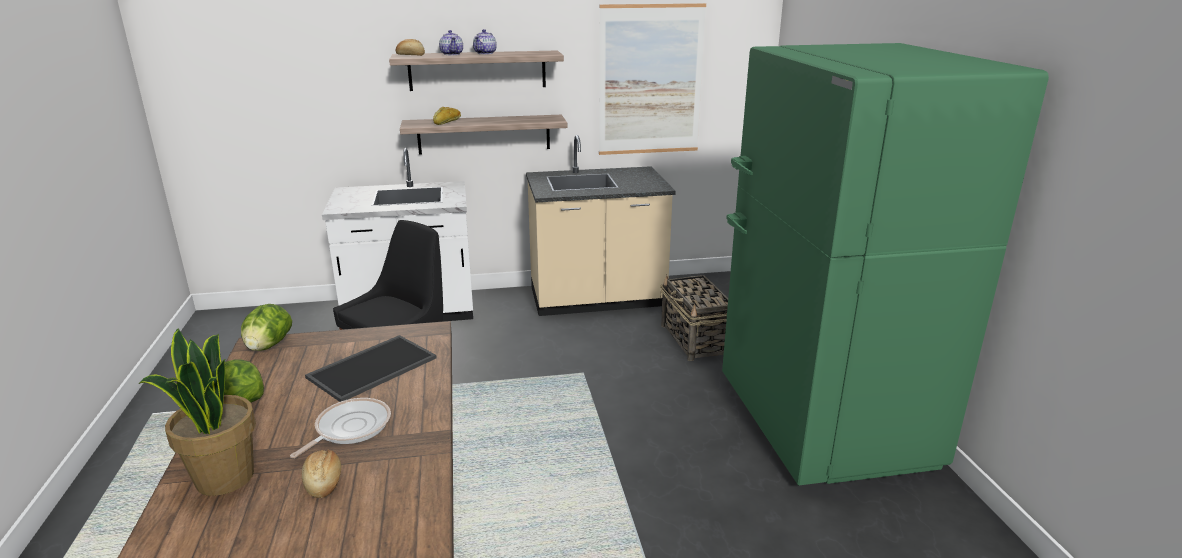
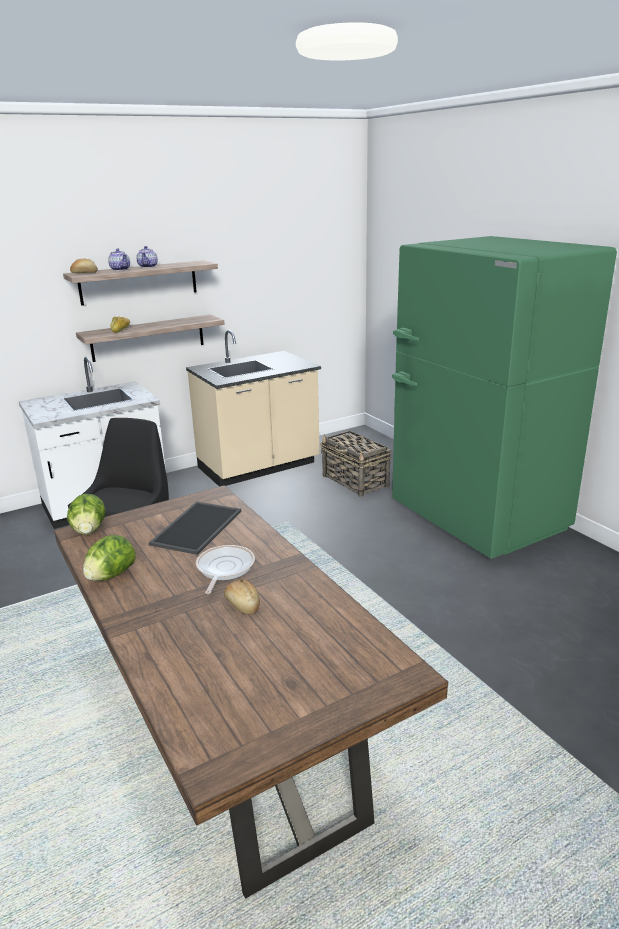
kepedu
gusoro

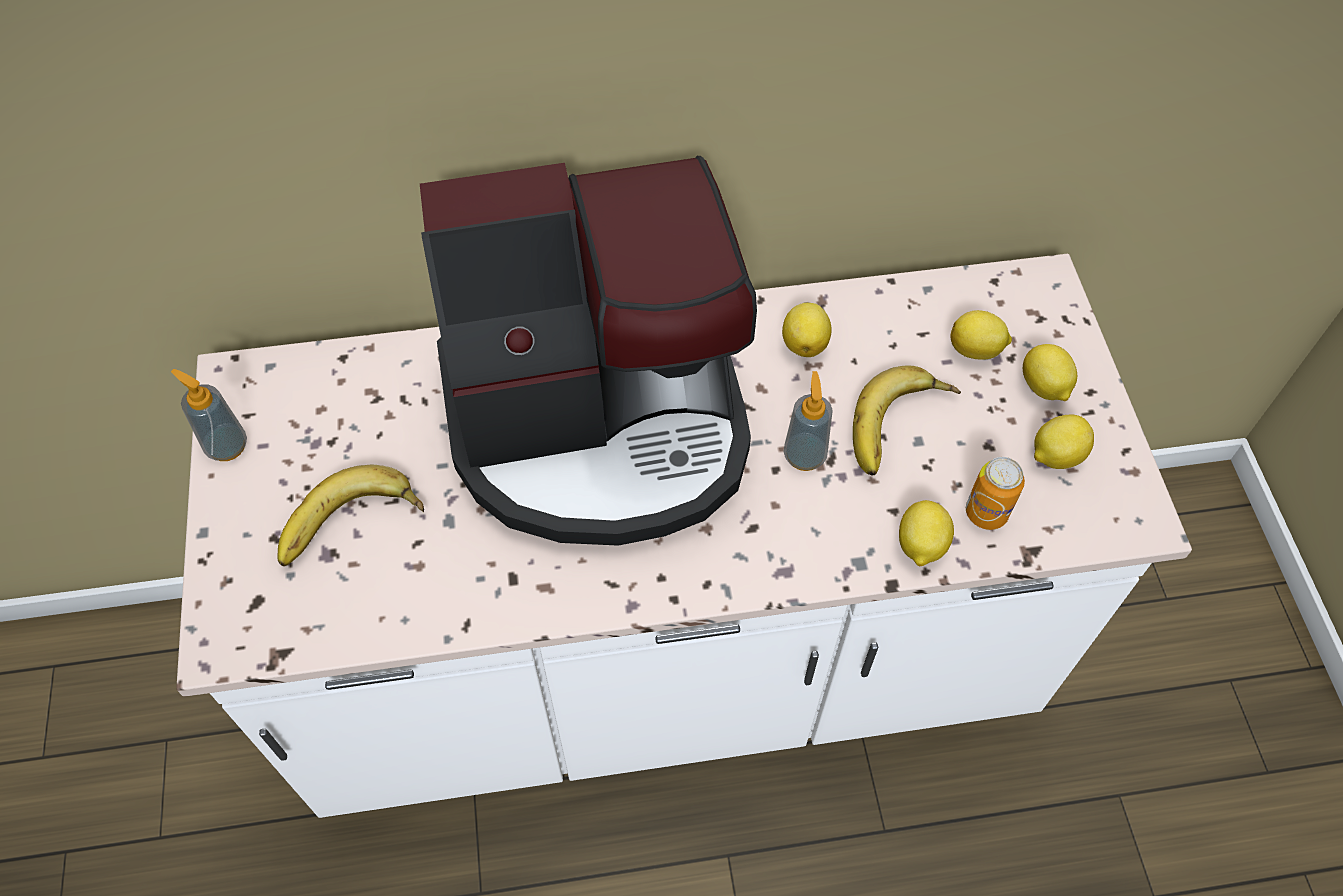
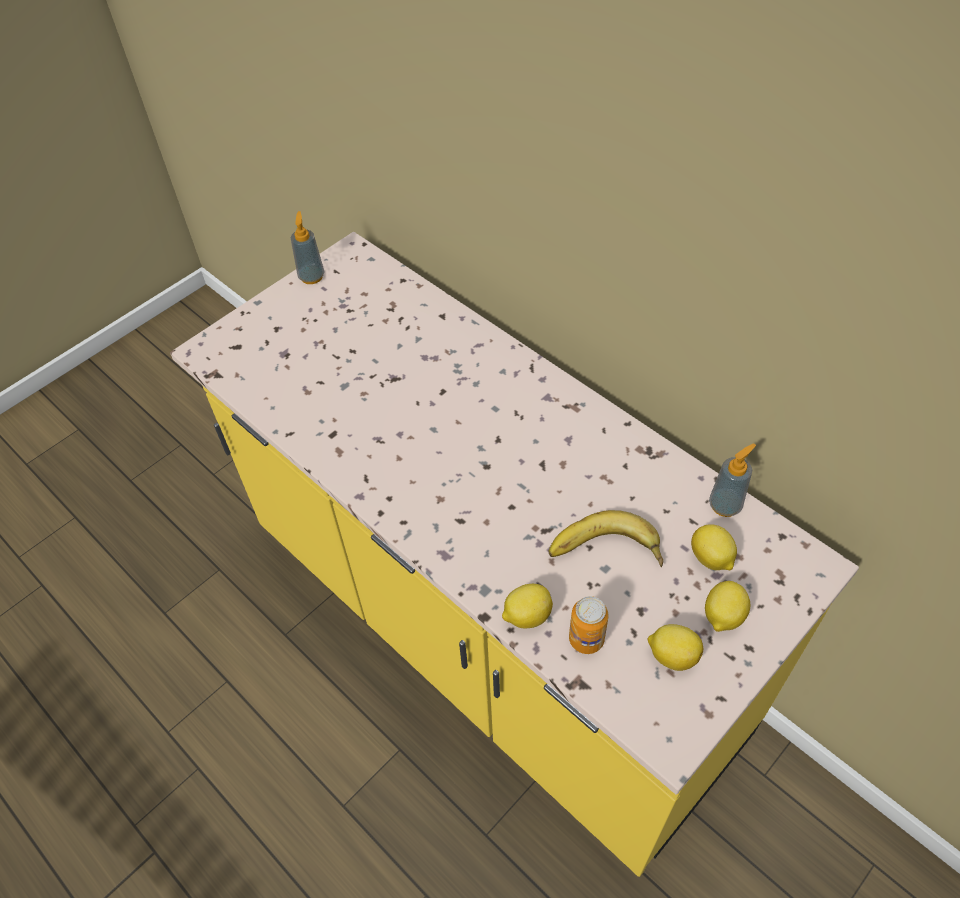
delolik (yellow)
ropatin (2nd from left)
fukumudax (1st from left in the first image)
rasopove
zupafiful (1st from left in the first image)

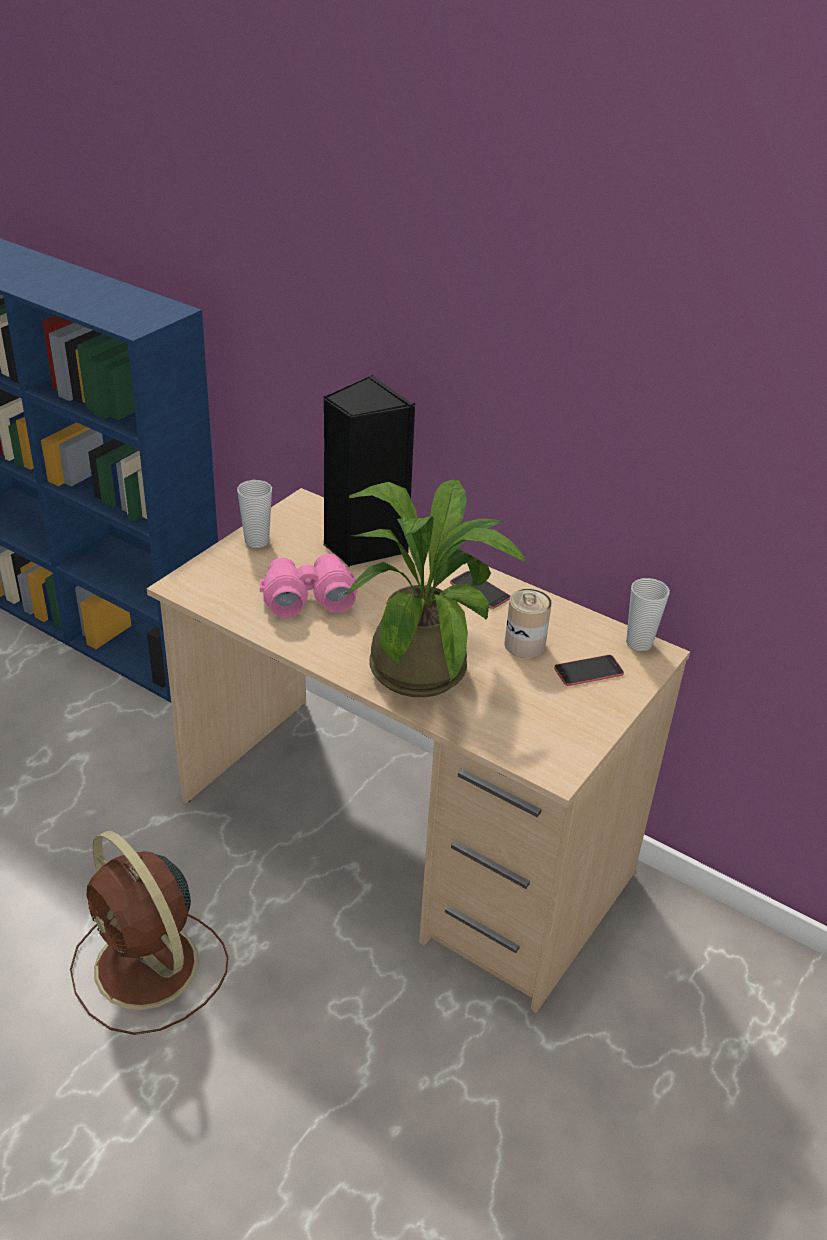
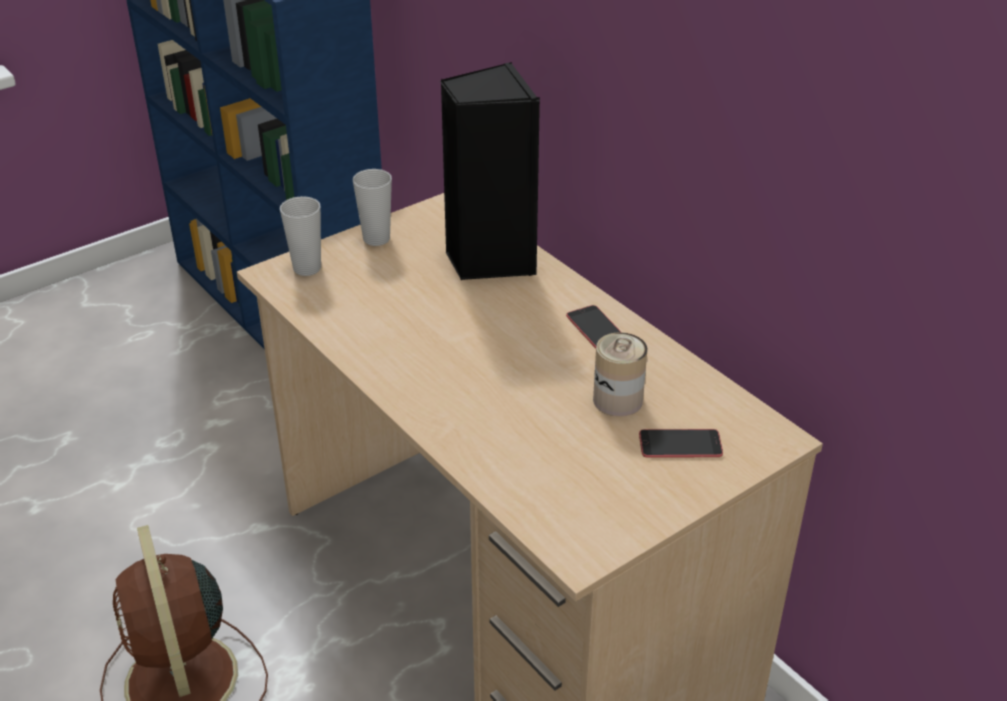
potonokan (1st from left)
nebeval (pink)
kepedu

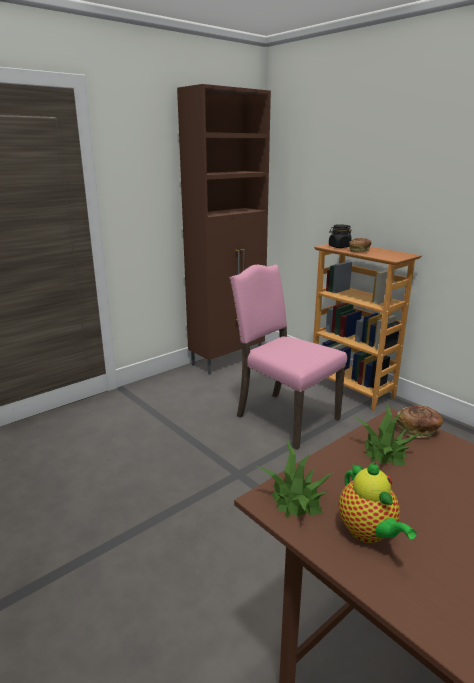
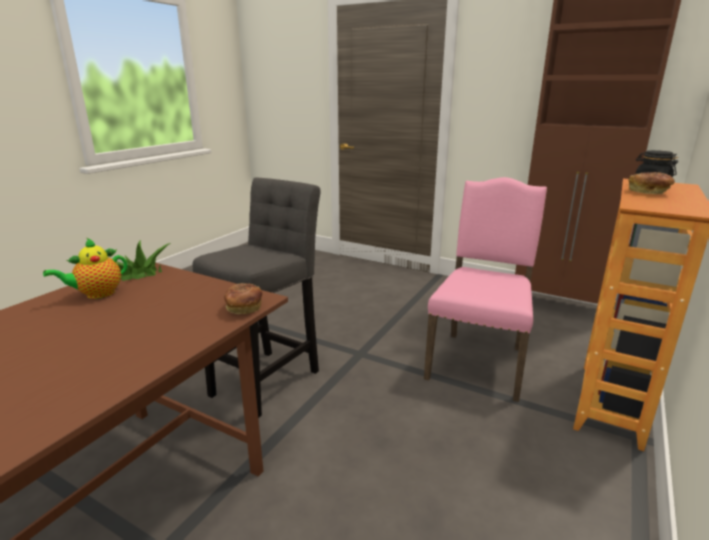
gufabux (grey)
kepedu (2nd from left in the first image)

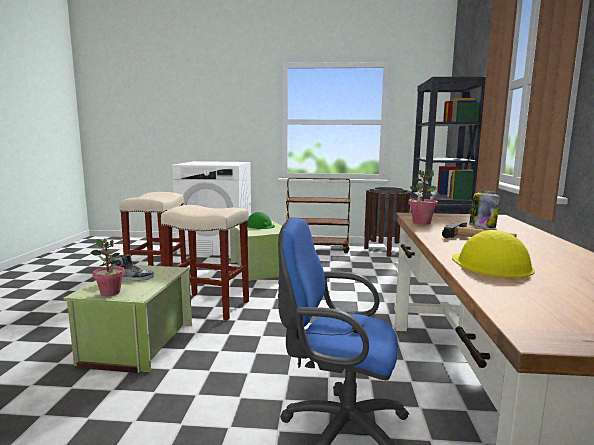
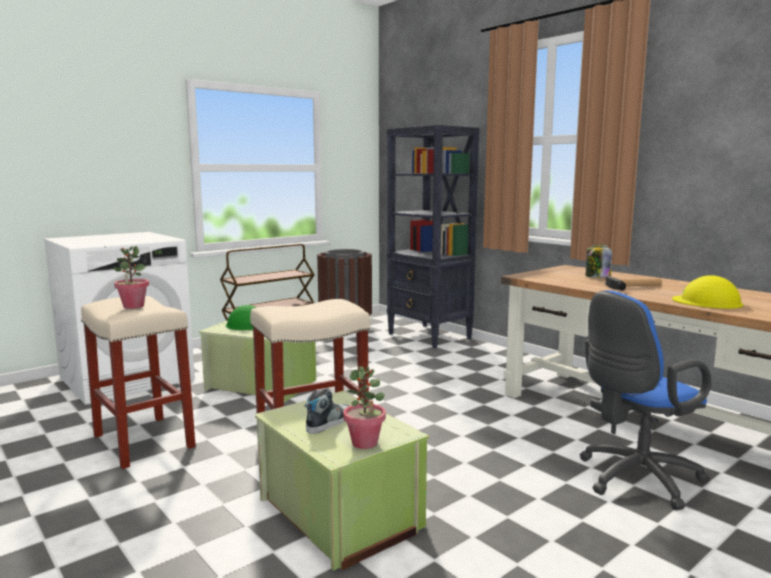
kepedu (1st from left)

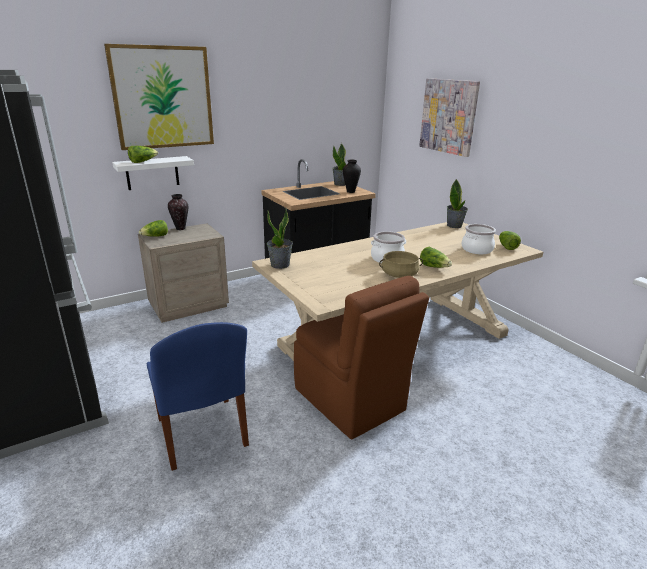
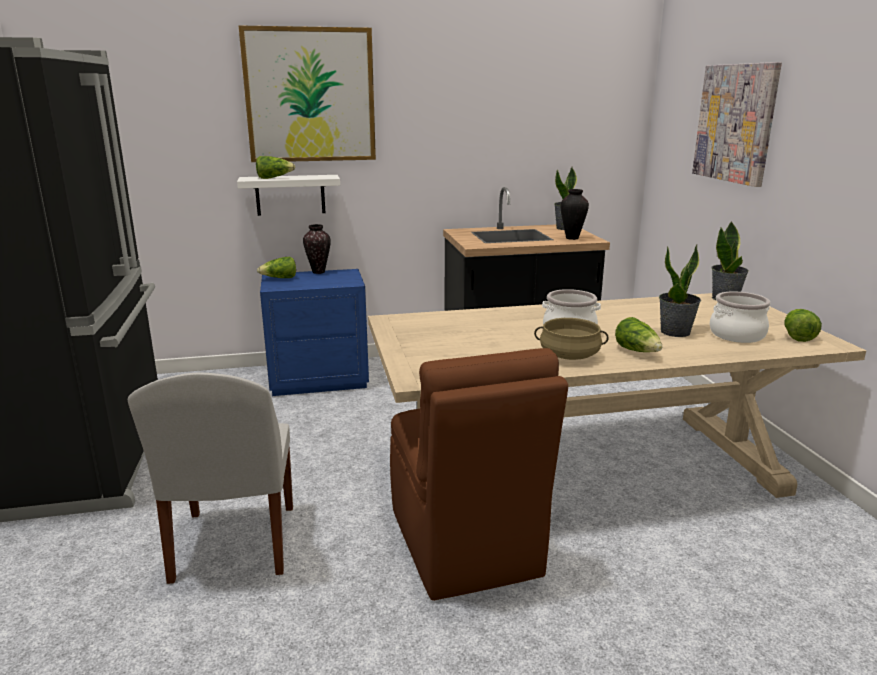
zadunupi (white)
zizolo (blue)
kepedu (2nd from left)

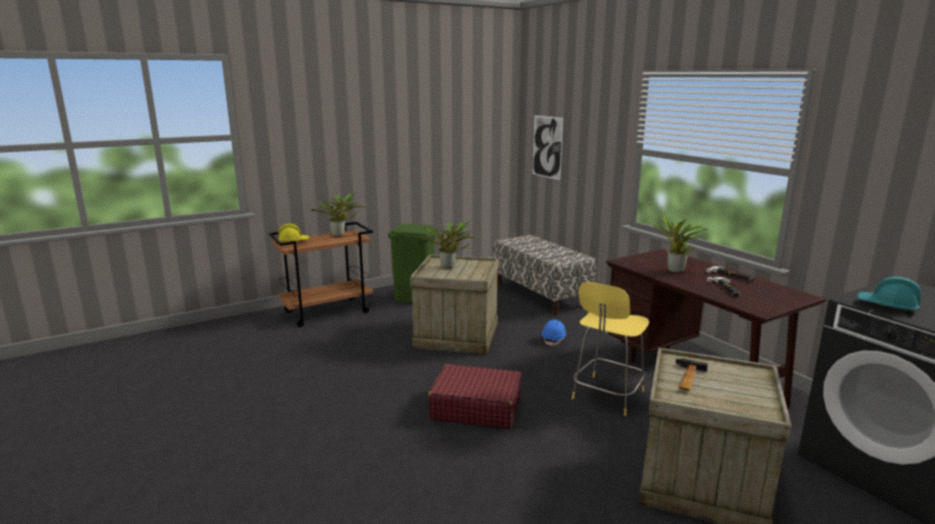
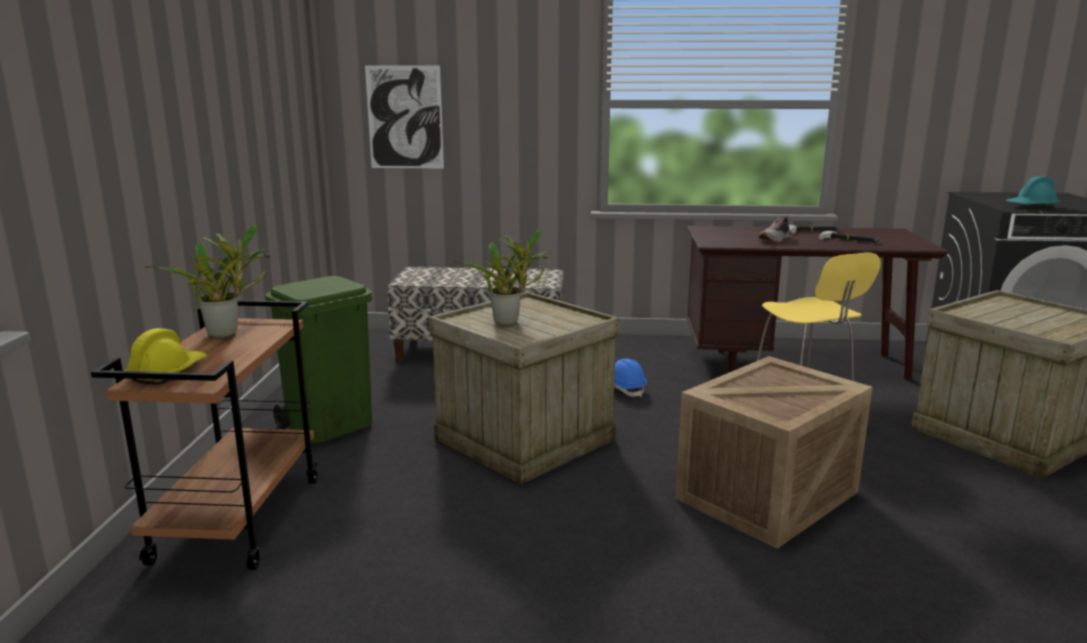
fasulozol (2nd from left)
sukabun
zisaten (1st from left in the first image)

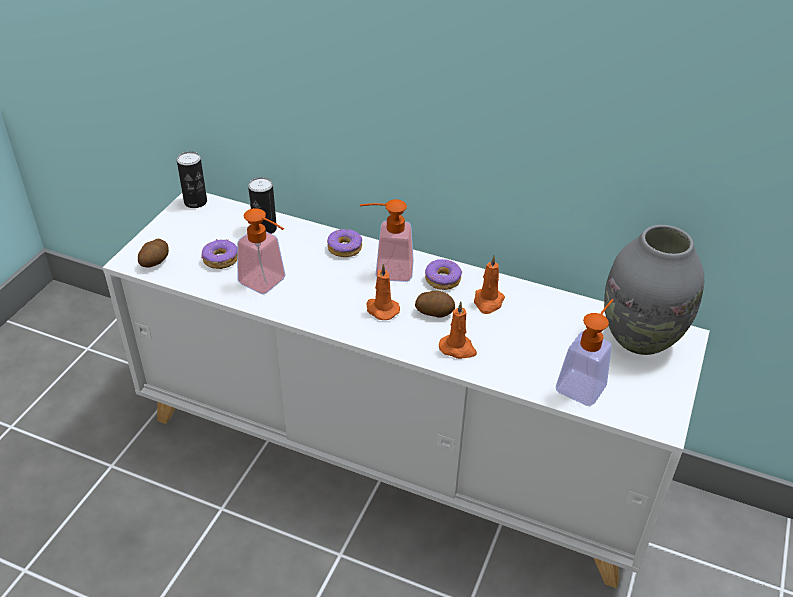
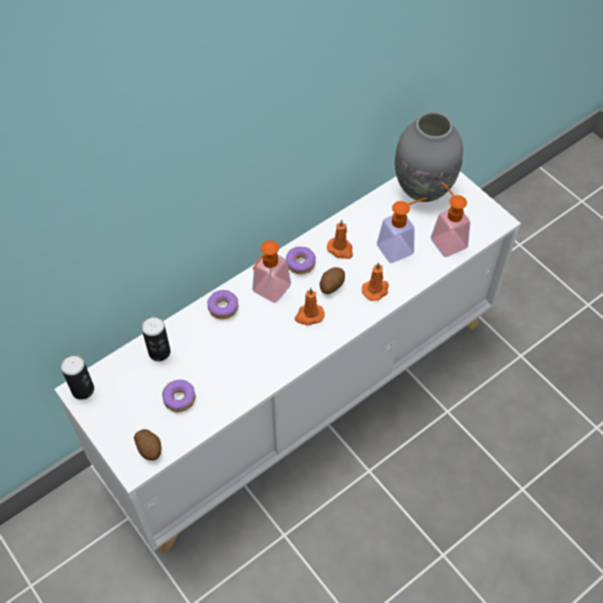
ropatin (2nd from left)

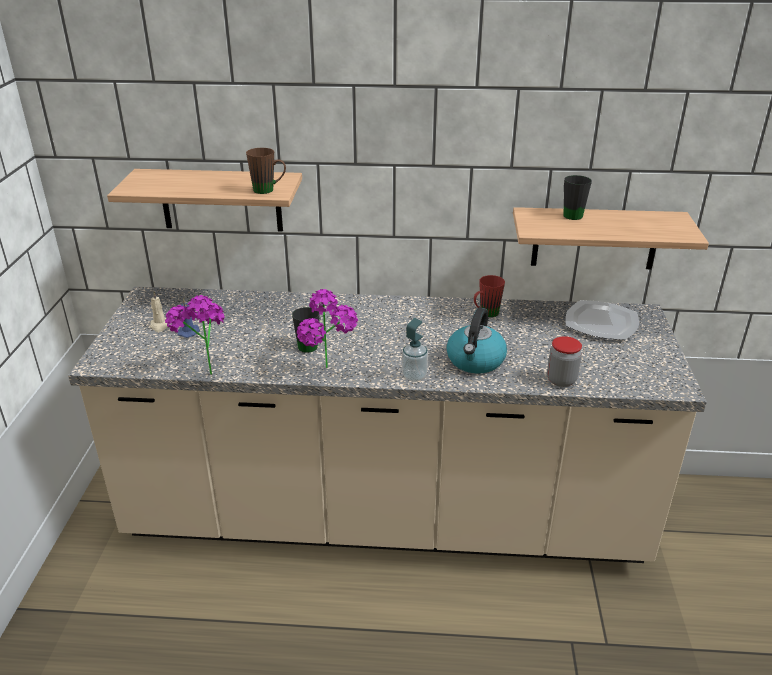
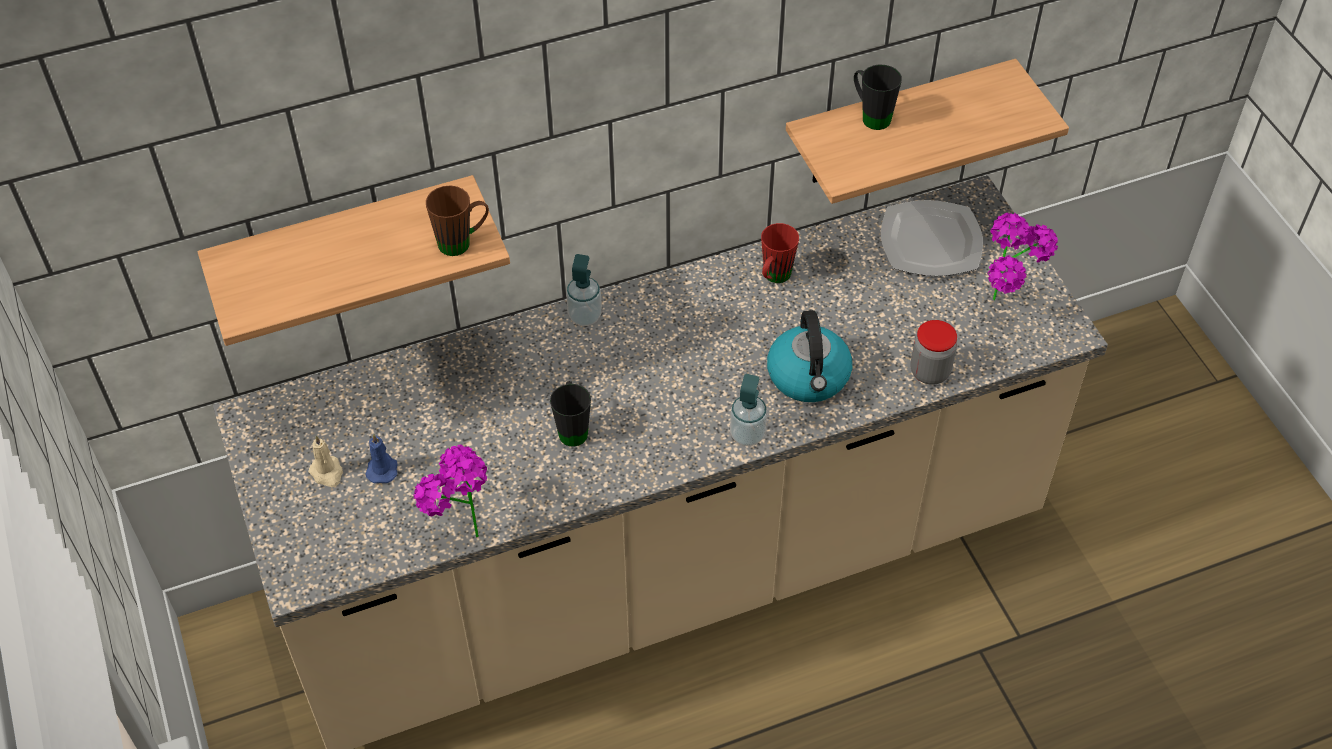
ropatin (1st from left)
kepedu (2nd from left)

